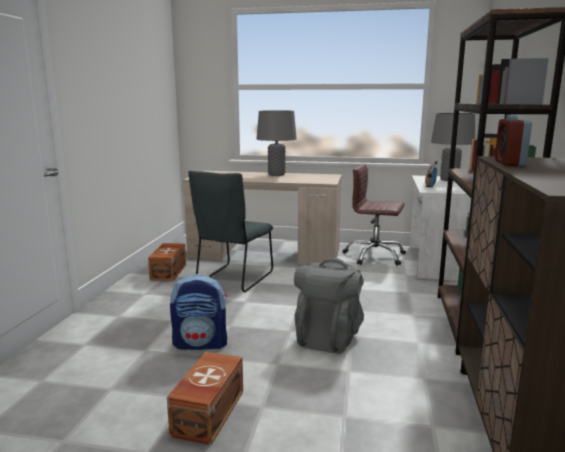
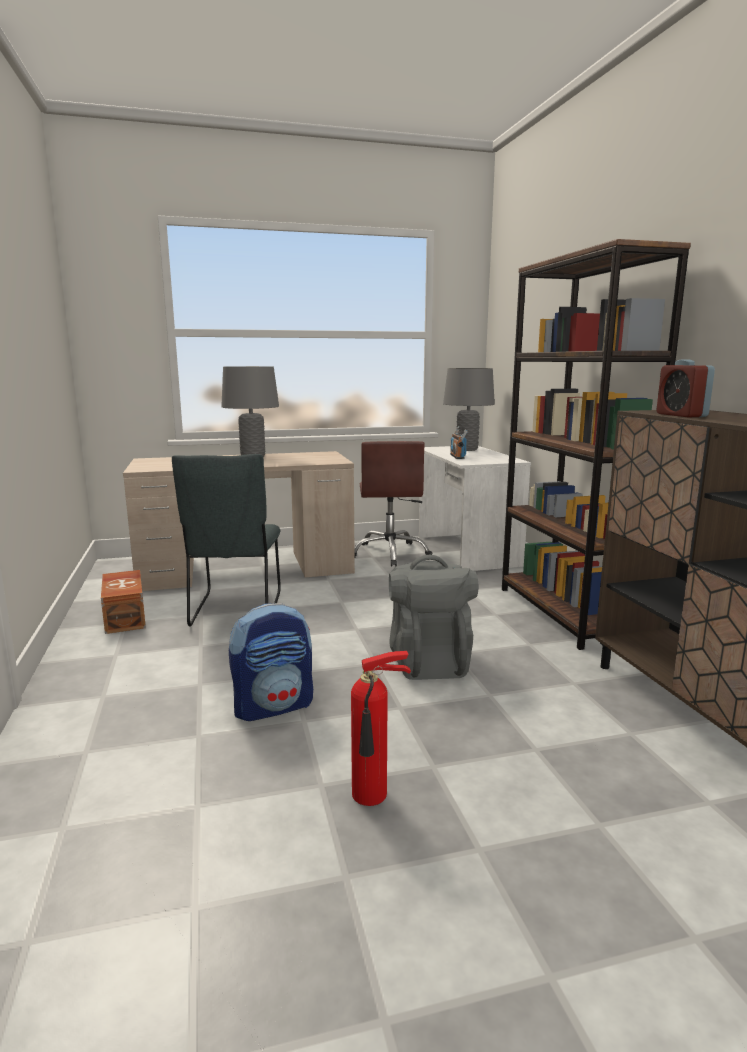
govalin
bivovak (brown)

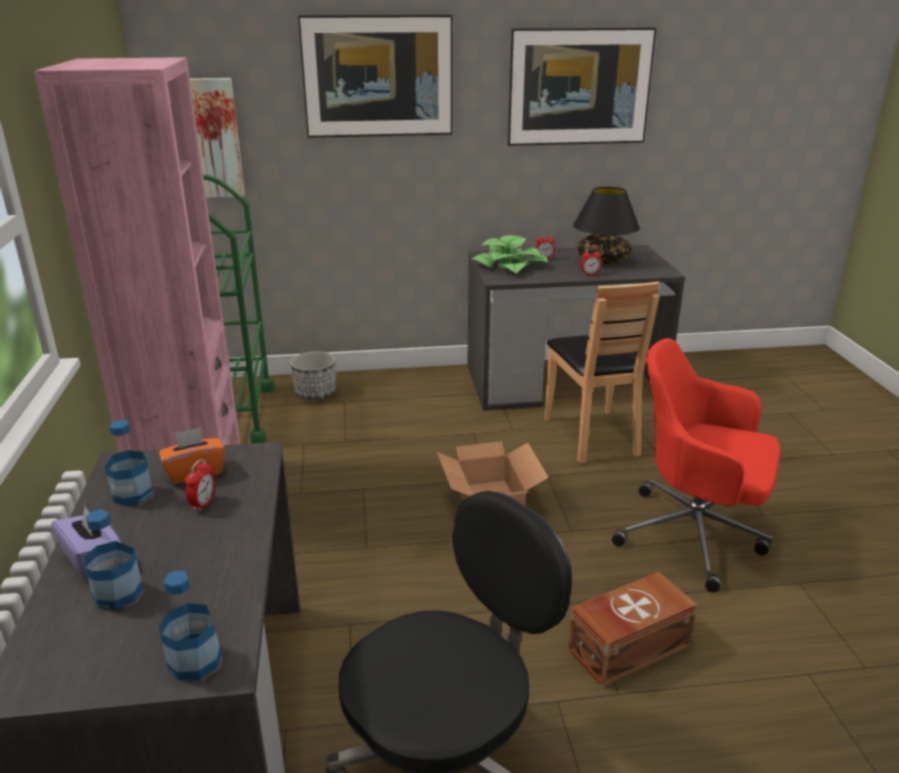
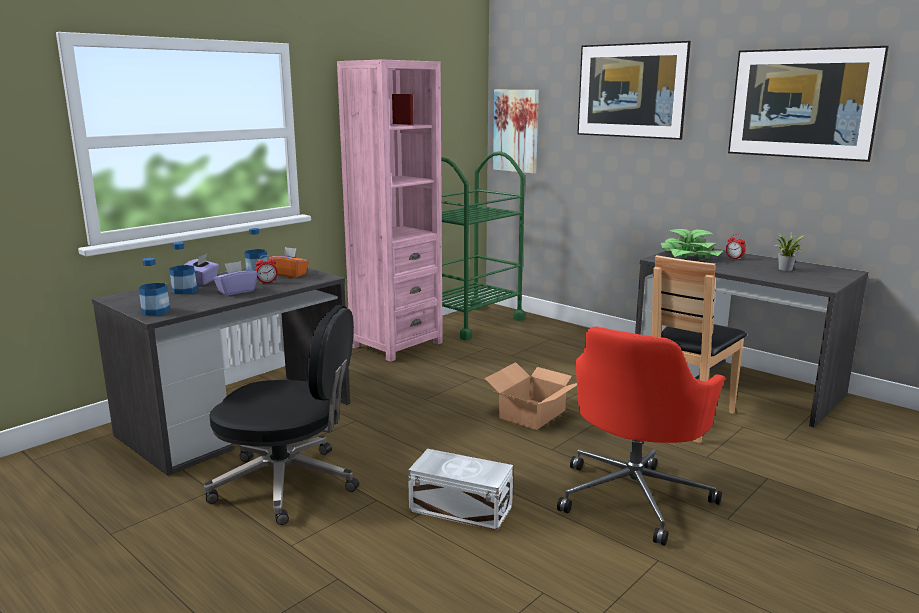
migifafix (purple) (2nd from left)
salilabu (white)
bivovak (red)
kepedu (2nd from left)
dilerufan
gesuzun (3rd from left in the first image)

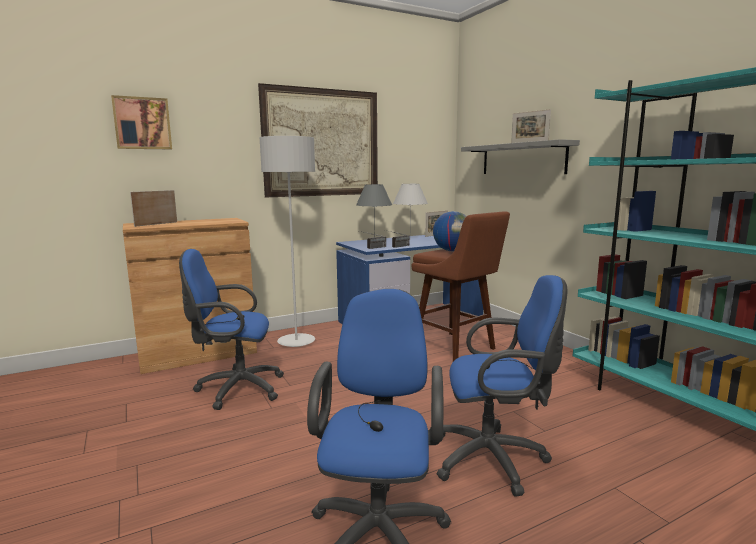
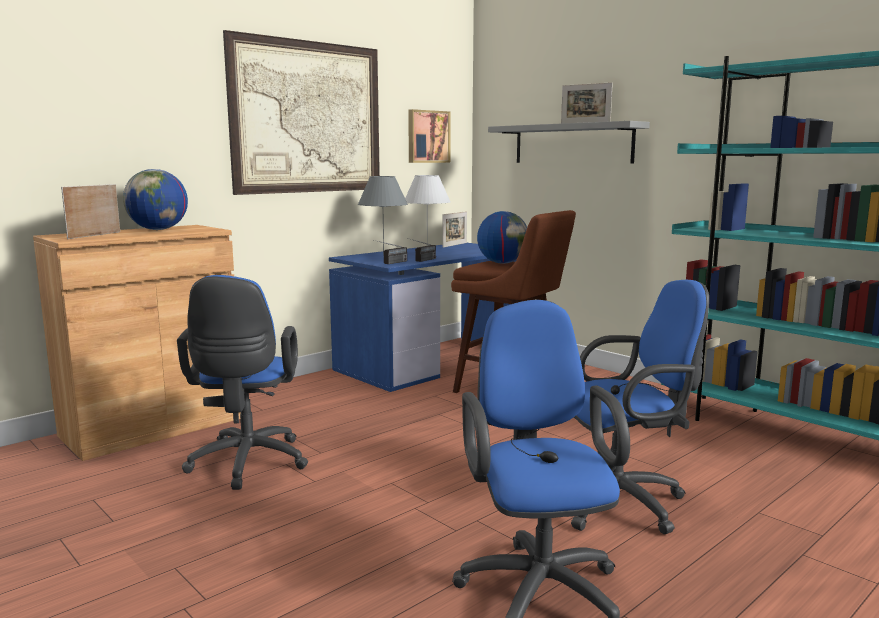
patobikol (1st from left)
bivovak (blue) (1st from left)
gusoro (2nd from left)
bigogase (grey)

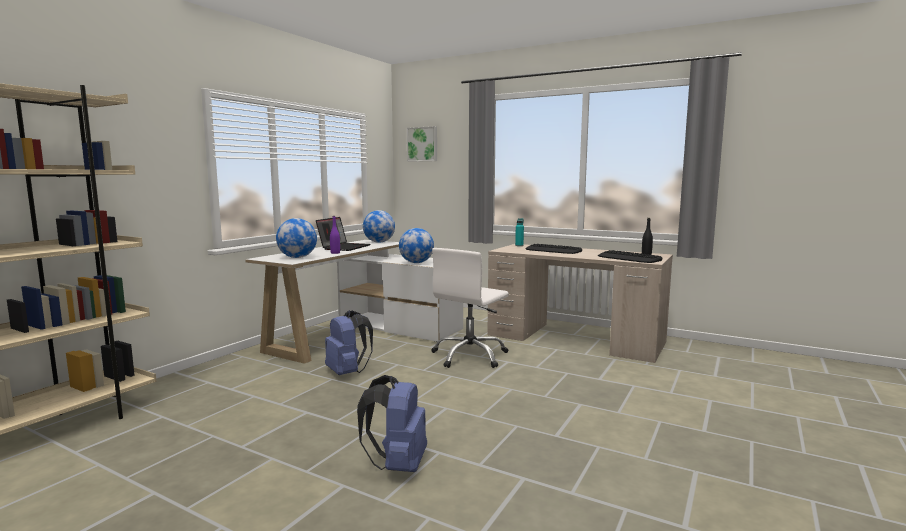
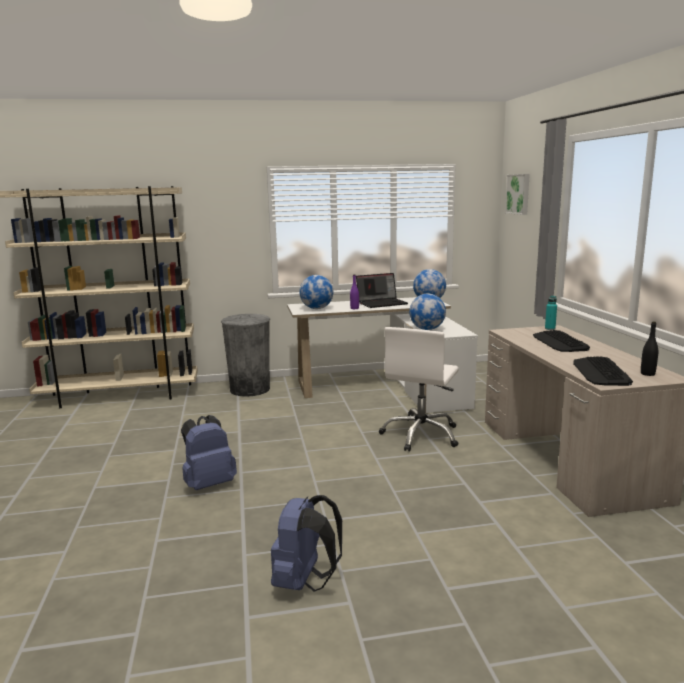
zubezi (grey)
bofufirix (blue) (2nd from left)
bivovak (white)

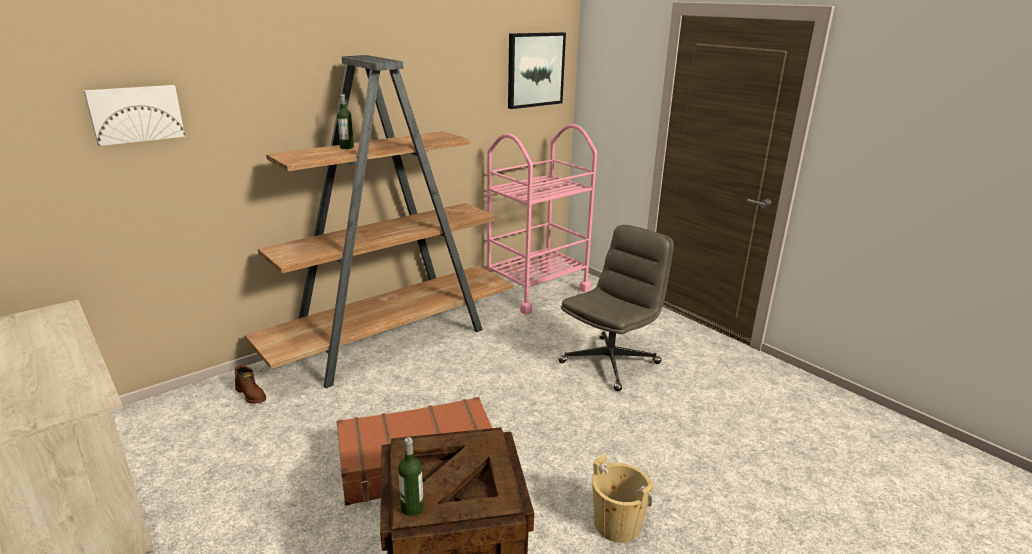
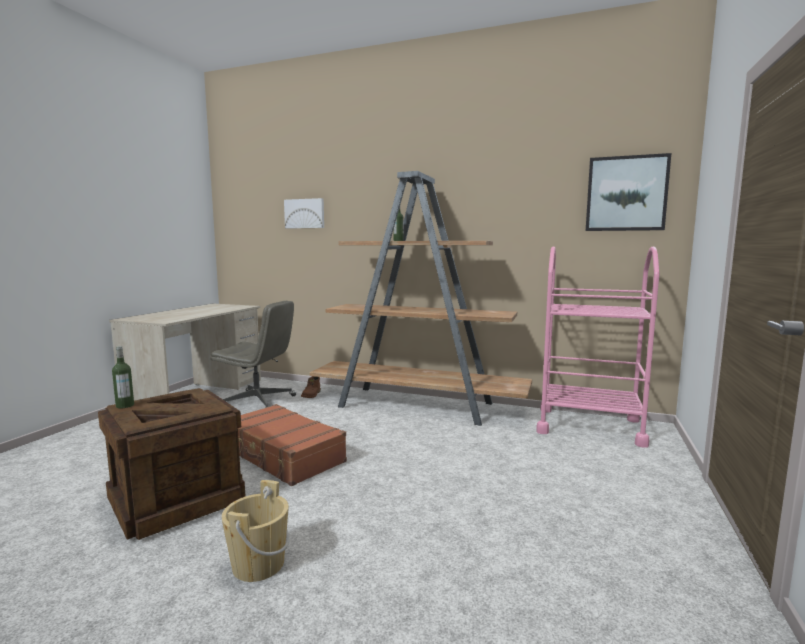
bivovak (grey)

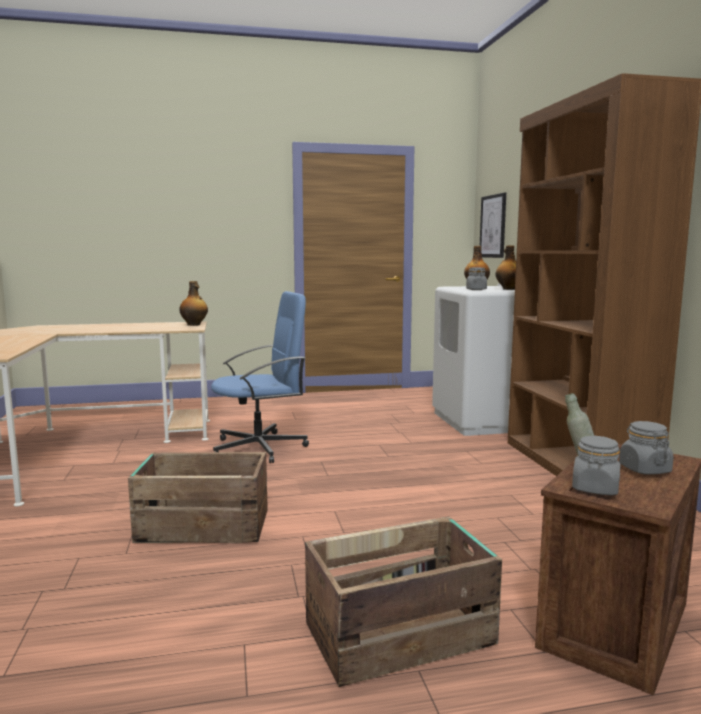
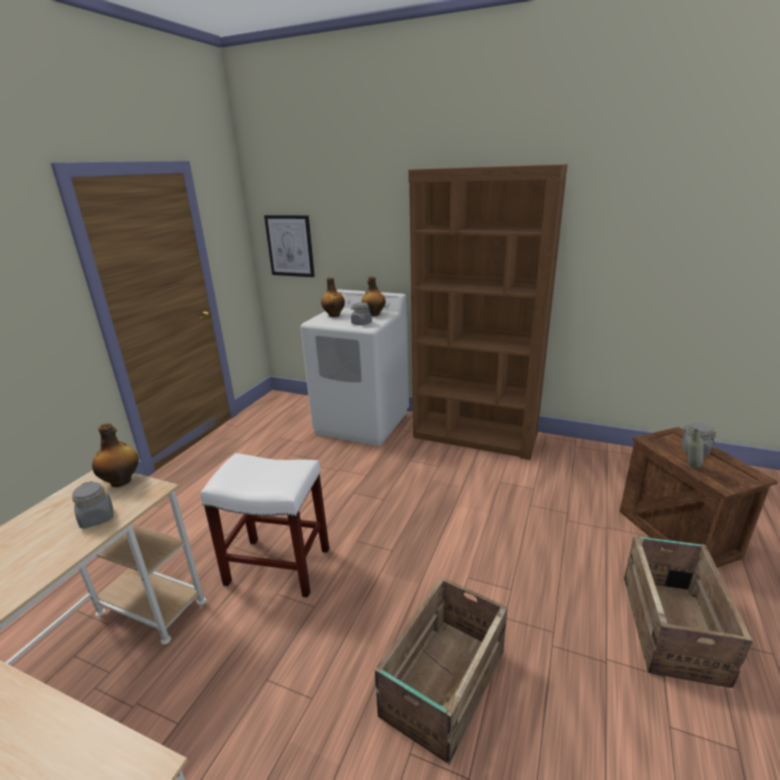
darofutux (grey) (1st from left)
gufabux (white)

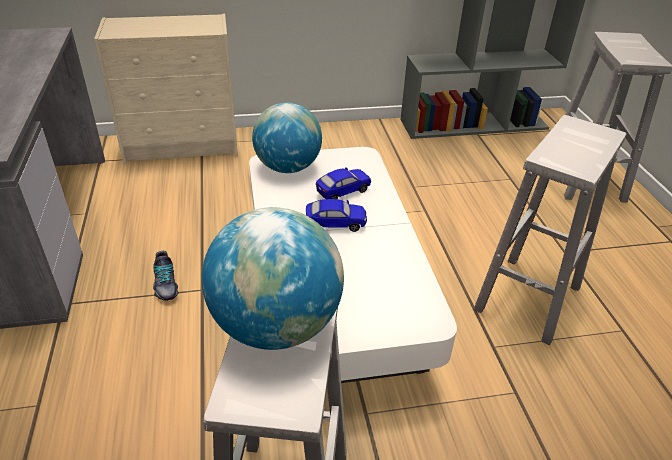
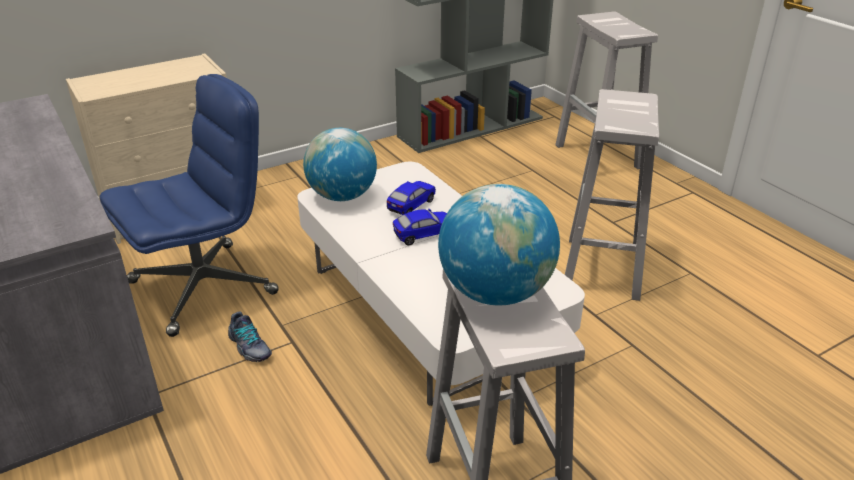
bivovak (blue)

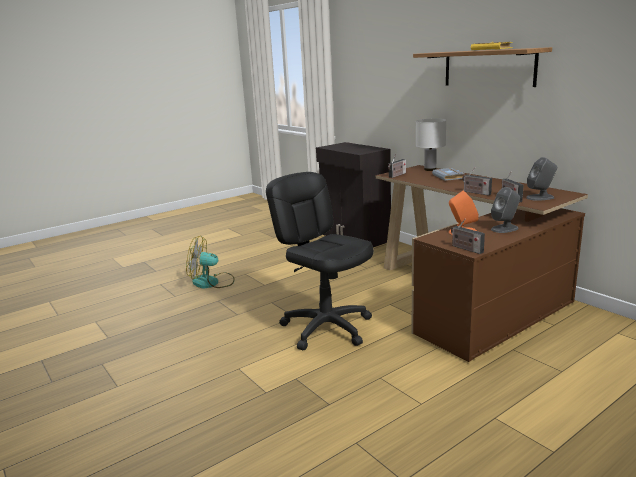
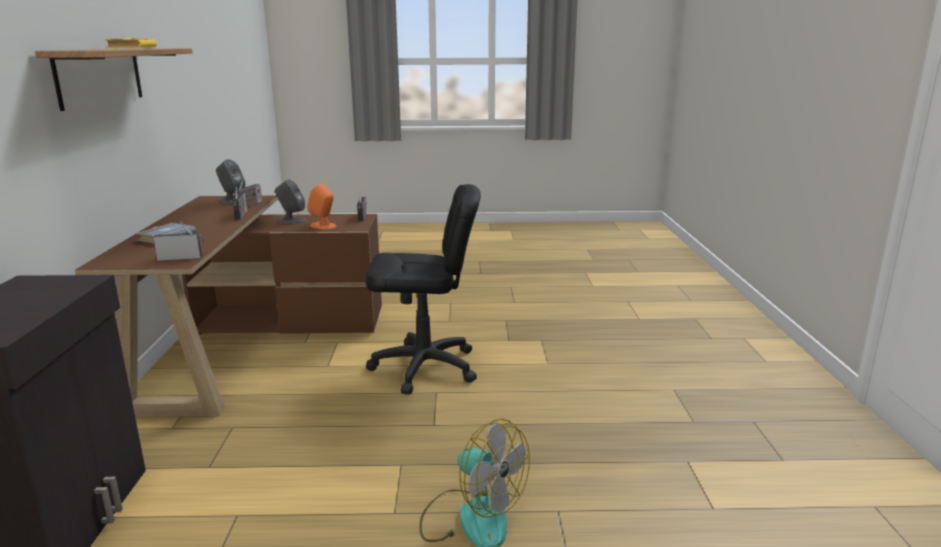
bivovak (black)
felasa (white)

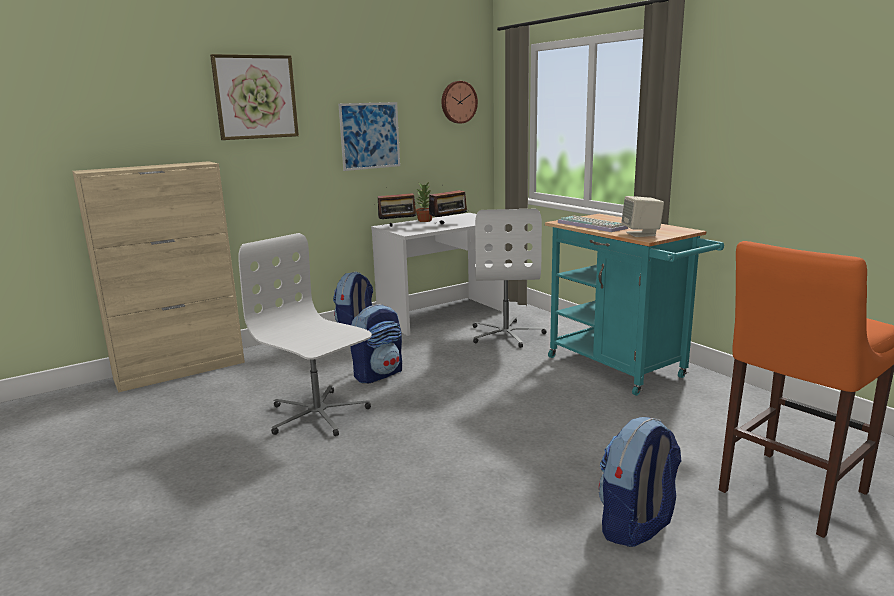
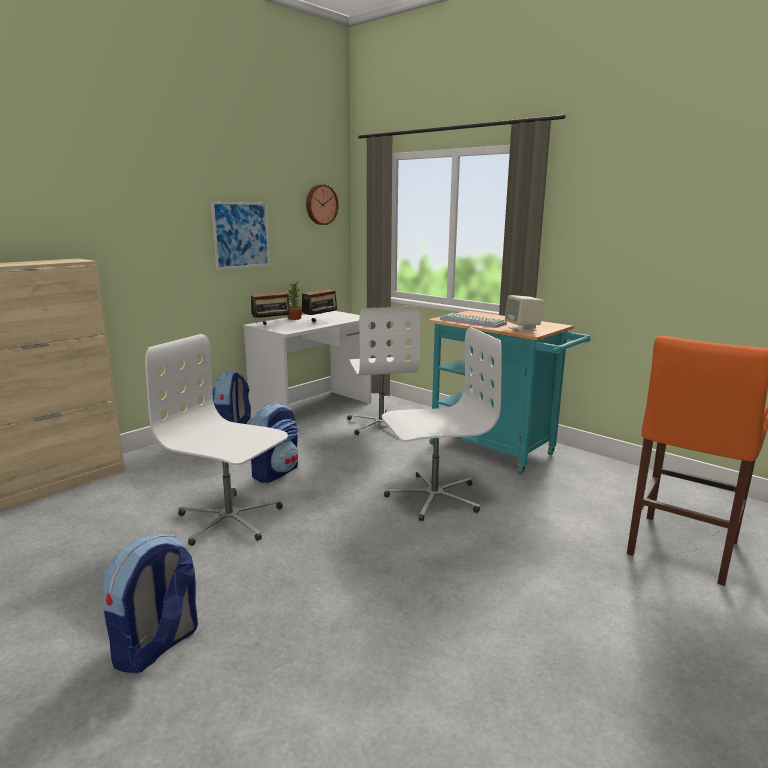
bofufirix (1st from left)
bivovak (white) (3rd from left)
gusoro (1st from left in the first image)

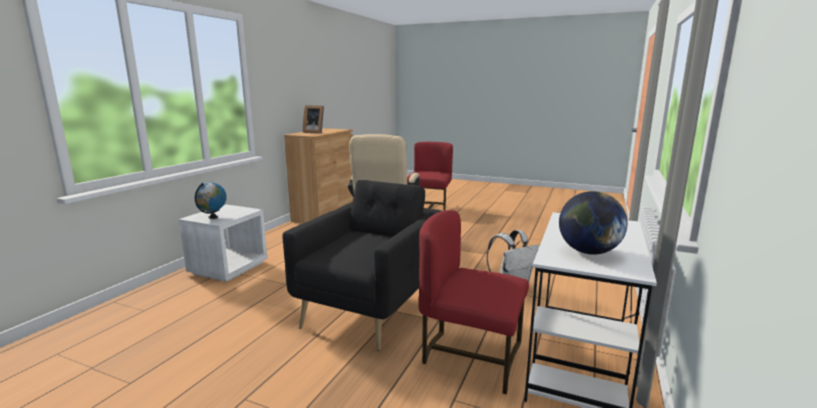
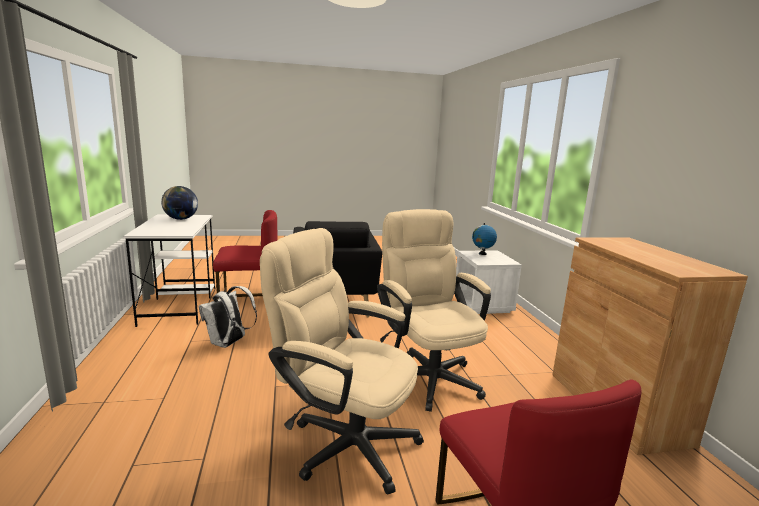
bivovak (beige) (1st from left)
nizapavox

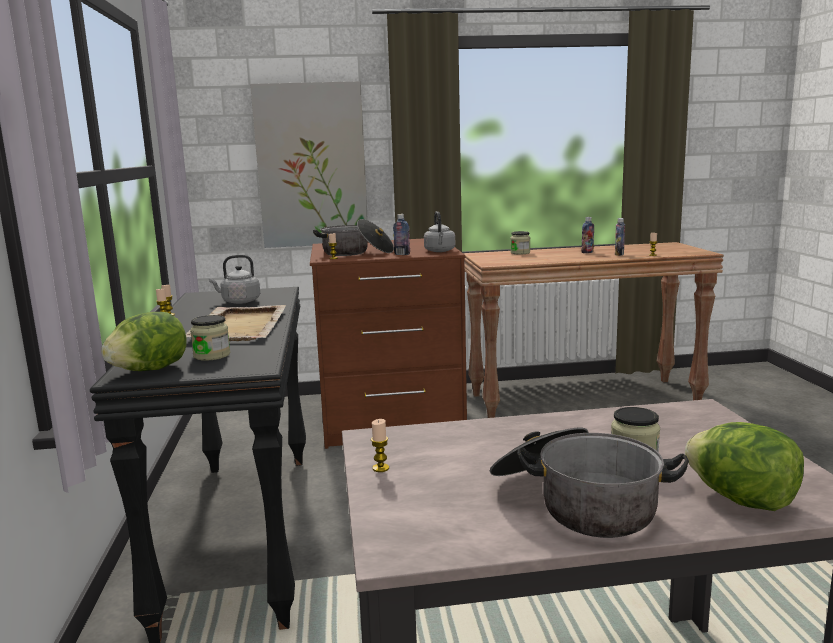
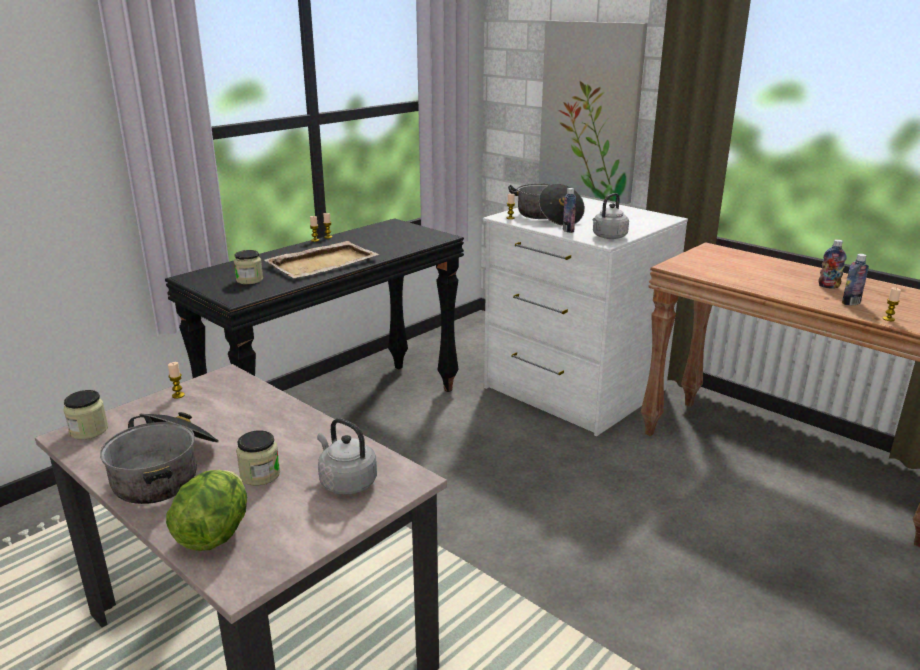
darofutux (1st from left)
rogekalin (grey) (1st from left)
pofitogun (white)
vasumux (1st from left in the first image)

